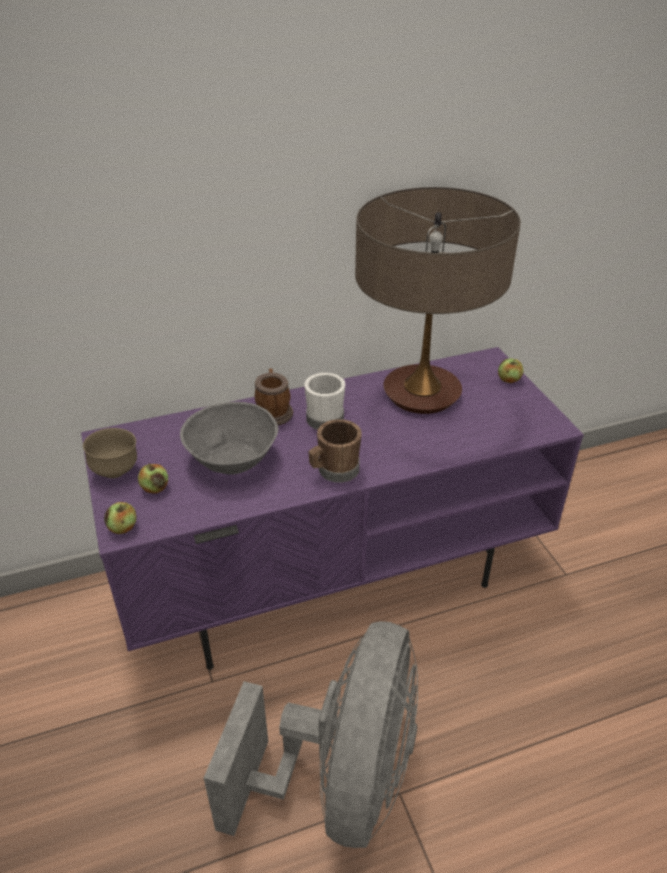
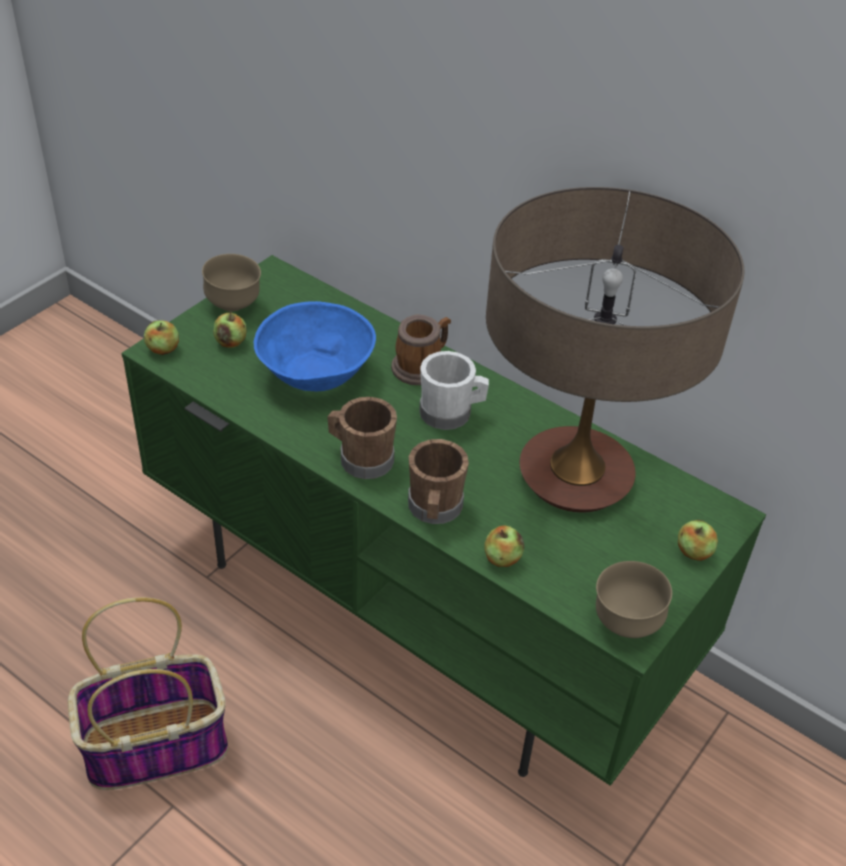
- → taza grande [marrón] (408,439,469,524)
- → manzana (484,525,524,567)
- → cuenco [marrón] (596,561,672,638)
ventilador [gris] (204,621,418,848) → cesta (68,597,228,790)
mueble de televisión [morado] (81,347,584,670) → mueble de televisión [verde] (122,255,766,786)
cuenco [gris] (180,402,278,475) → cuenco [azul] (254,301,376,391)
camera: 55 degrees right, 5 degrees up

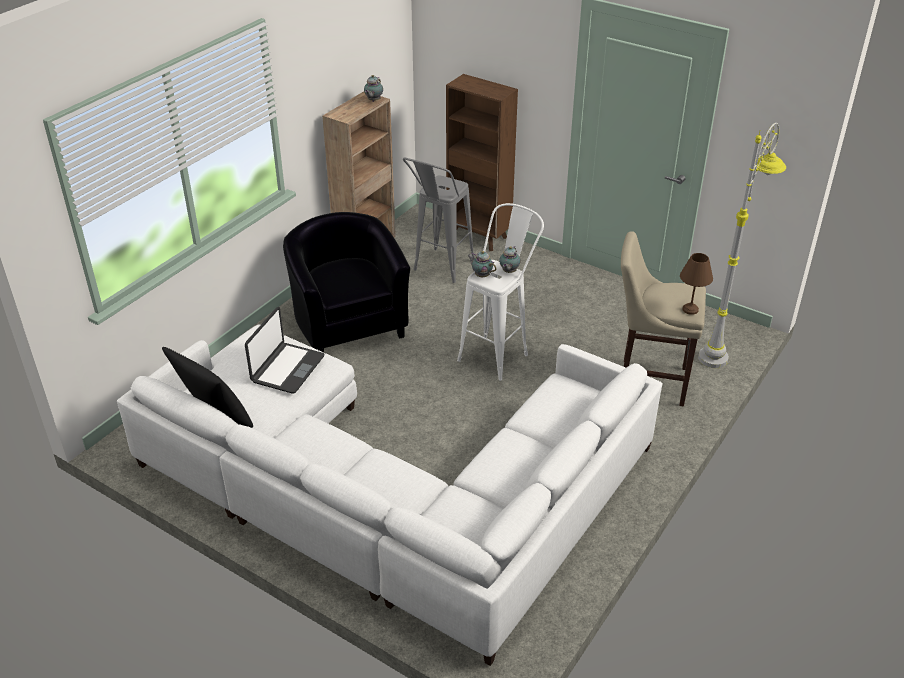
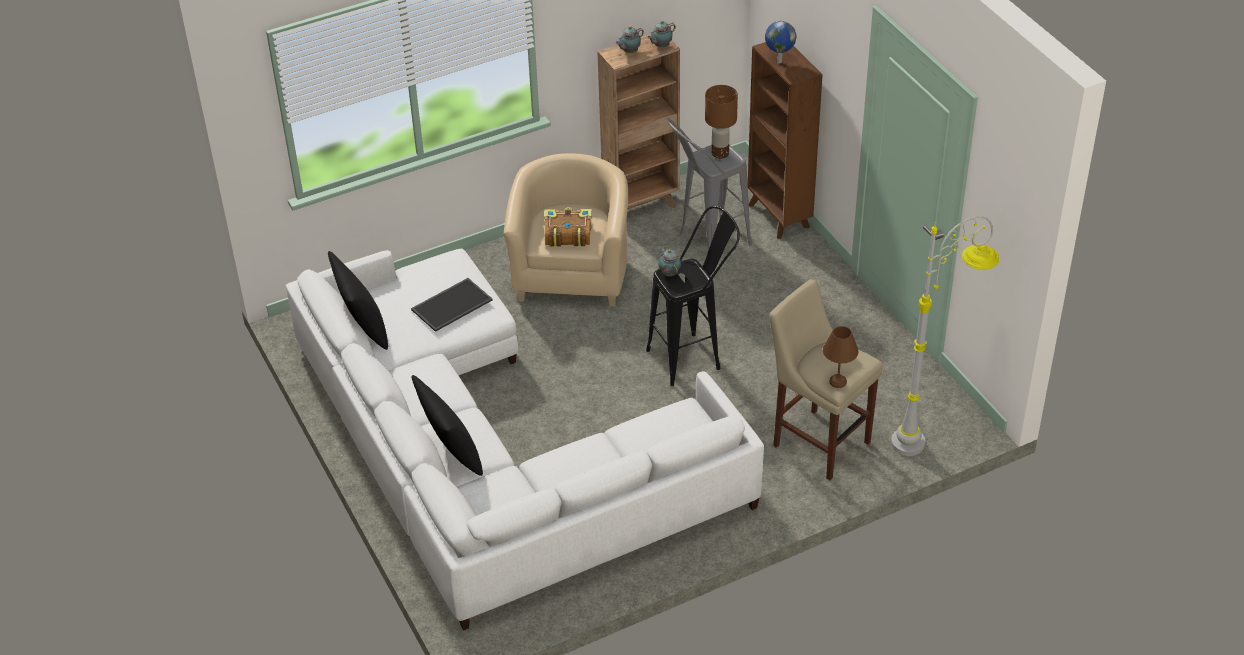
- → cojín [negro] (412,375,483,476)
- → libro (544,207,592,247)
- → lámpara de mesa [marrón] (705,85,738,159)
- → globo terráqueo (765,21,796,63)
tetera (499,246,521,273) → tetera (616,26,644,53), relocated
portátil (245,307,324,394) → bandeja (411,278,493,332)
sillón [negro] (283,212,410,352) → sillón [beis] (504,153,628,307)
taburete [blanco] (457,203,544,381) → taburete [negro] (646,206,740,386)
camera: 30 degrees right, 5 degrees up

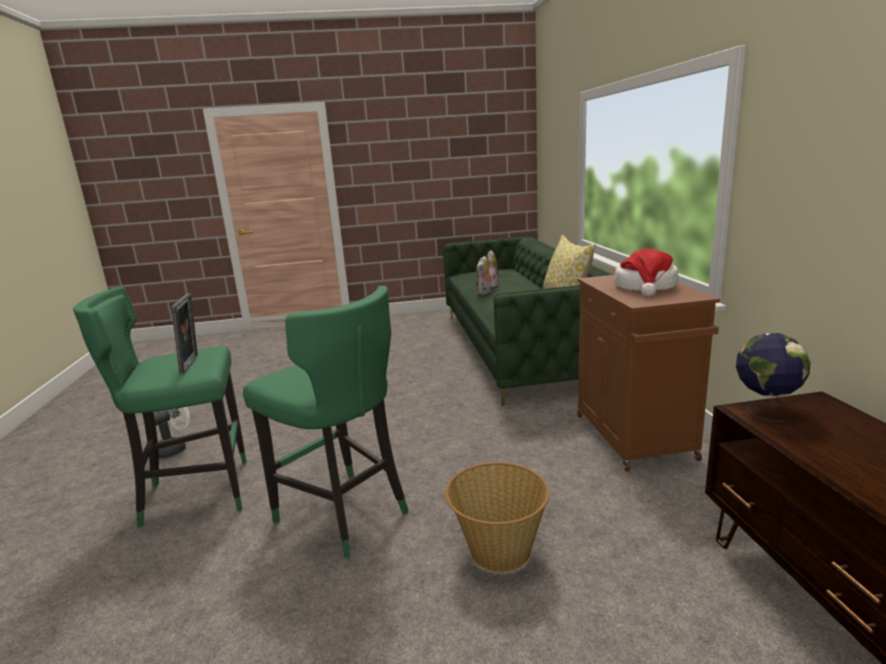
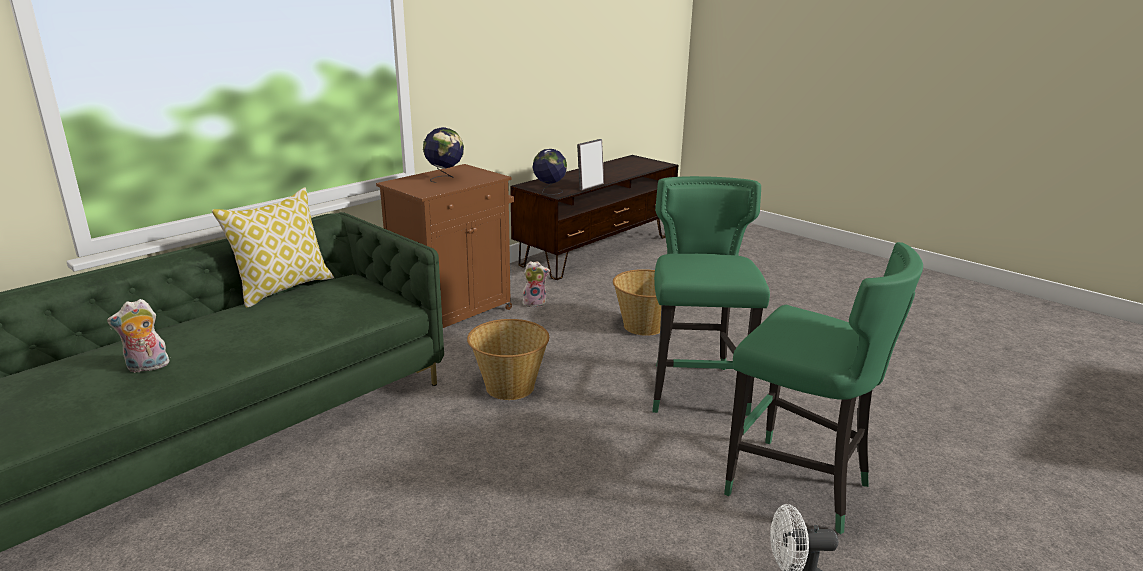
- → cesta (467,319,549,400)
portarretratos (171,294,198,374) → portarretratos (577,139,604,190), relocated
peluche (476,256,492,295) → peluche (523,261,550,308), relocated
sombrero (614,249,679,297) → globo terráqueo (423,127,464,183)
camera: 130 degrees left, 5 degrees up

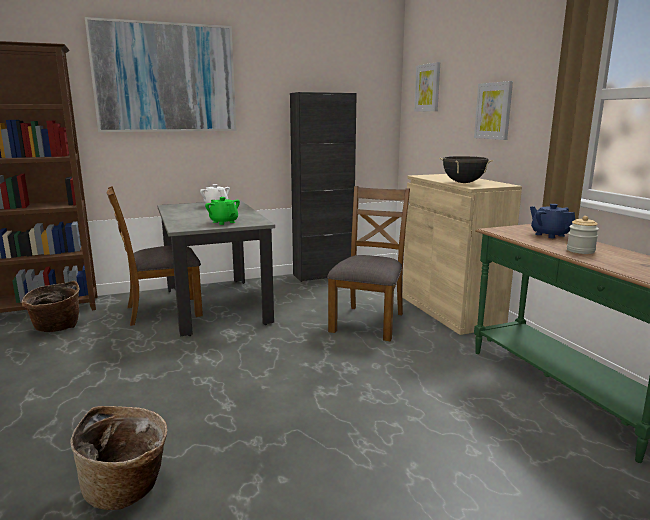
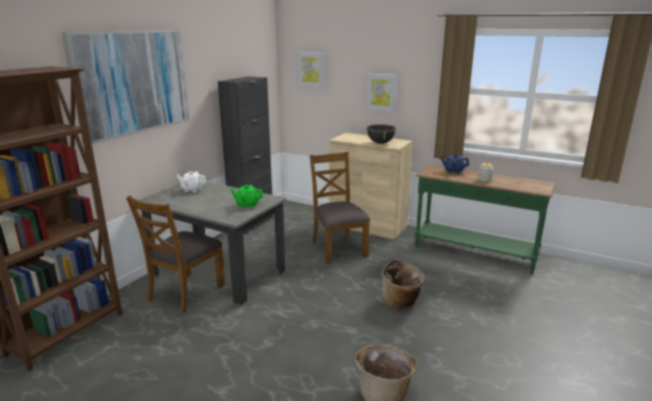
cesta (21,281,79,332) → cesta (382,259,425,308), relocated
camera: 40 degrees left, 5 degrees up

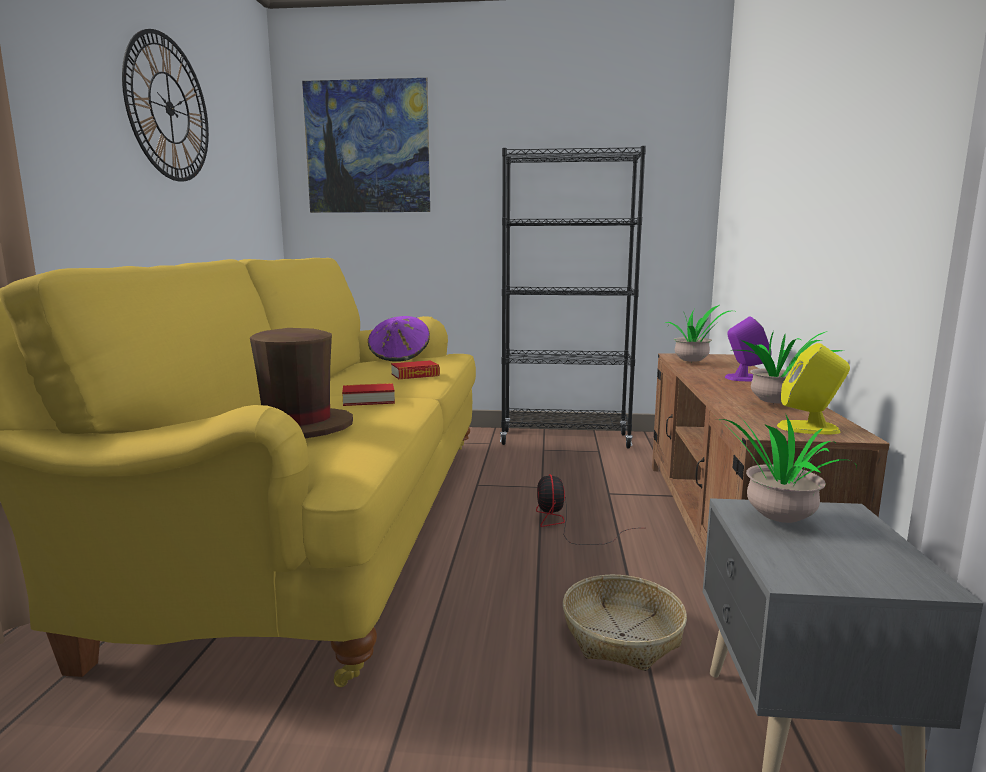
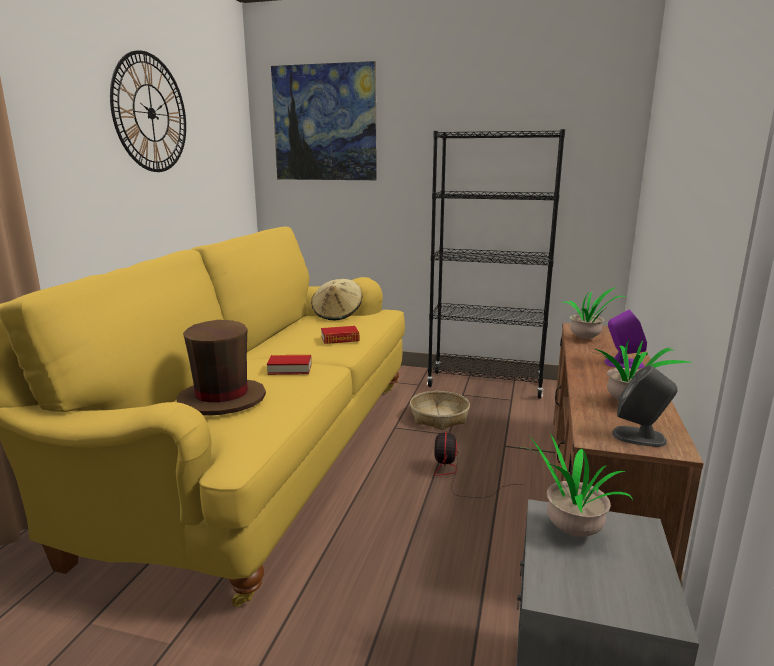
cesta (563,575,687,671) → cesta (410,391,470,430), relocated
sombrero [morado] (368,316,430,362) → sombrero [beis] (311,279,362,320)
altavoz [amarillo] (777,343,850,434) → altavoz [gris] (612,365,678,447)
camera: 10 degrees right, 5 degrees up

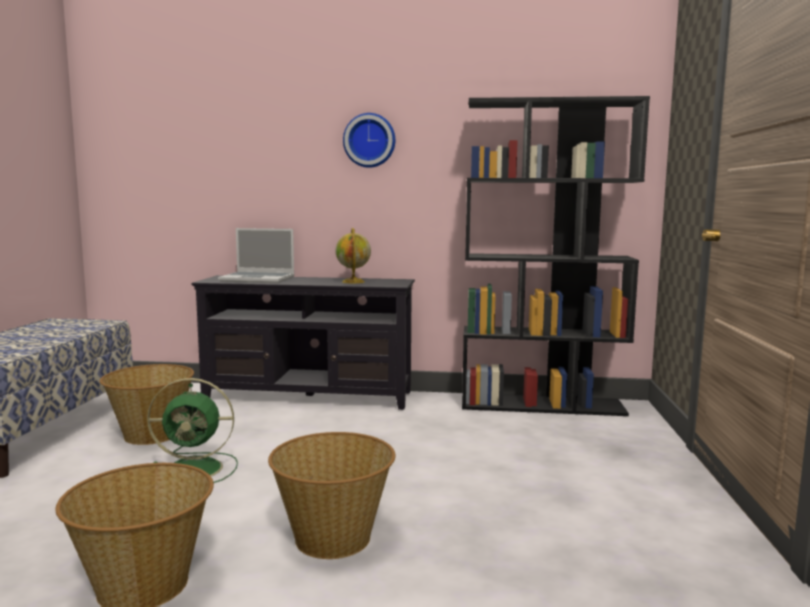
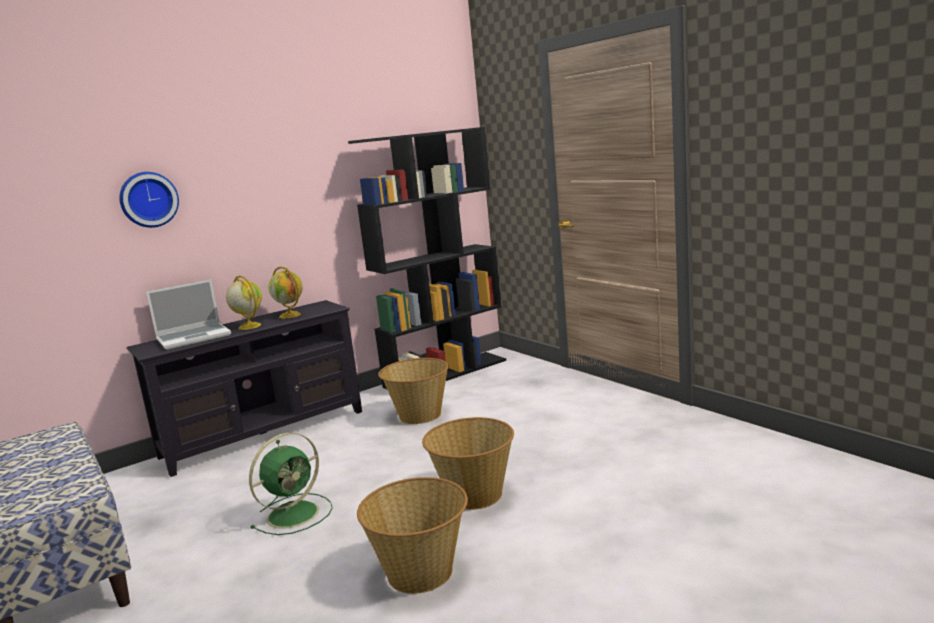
- → globo terráqueo (226,275,262,330)
cesta (100,364,194,445) → cesta (378,358,449,424), relocated
reloj de pared (343,113,395,168) → reloj de pared (119,172,179,228), relocated
camera: 40 degrees left, 5 degrees up

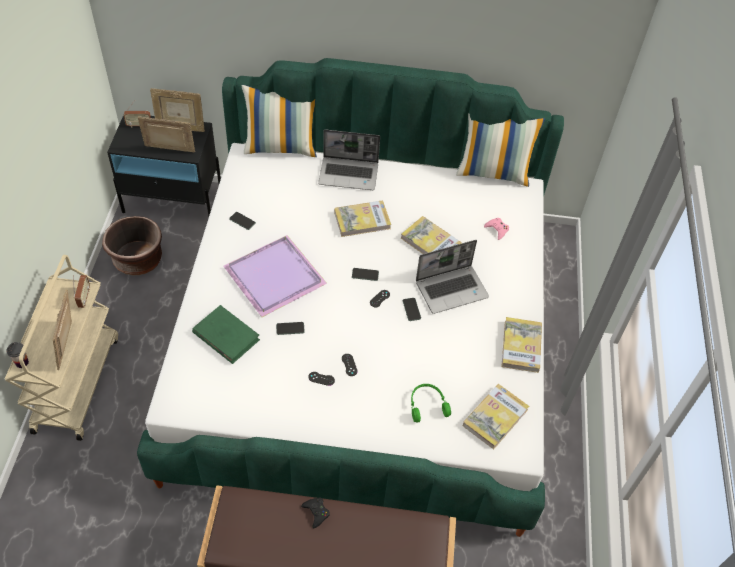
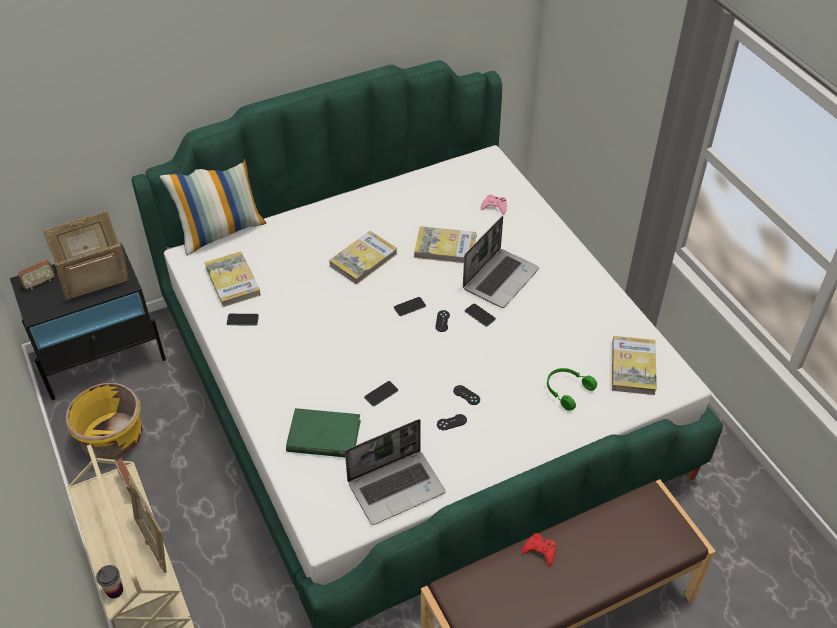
bandeja [morado] (223,235,327,317) → -
cojín (456,114,545,187) → -
portátil (318,129,380,190) → portátil (345,419,446,525), relocated
libro (501,317,542,373) → libro (204,251,261,307), relocated
maceta [marrón] (102,216,162,275) → maceta [amarillo] (65,382,143,459)
mando de consola [negro] (301,497,330,529) → mando de consola [rojo] (521,533,556,566)
camera: 30 degrees left, 5 degrees down

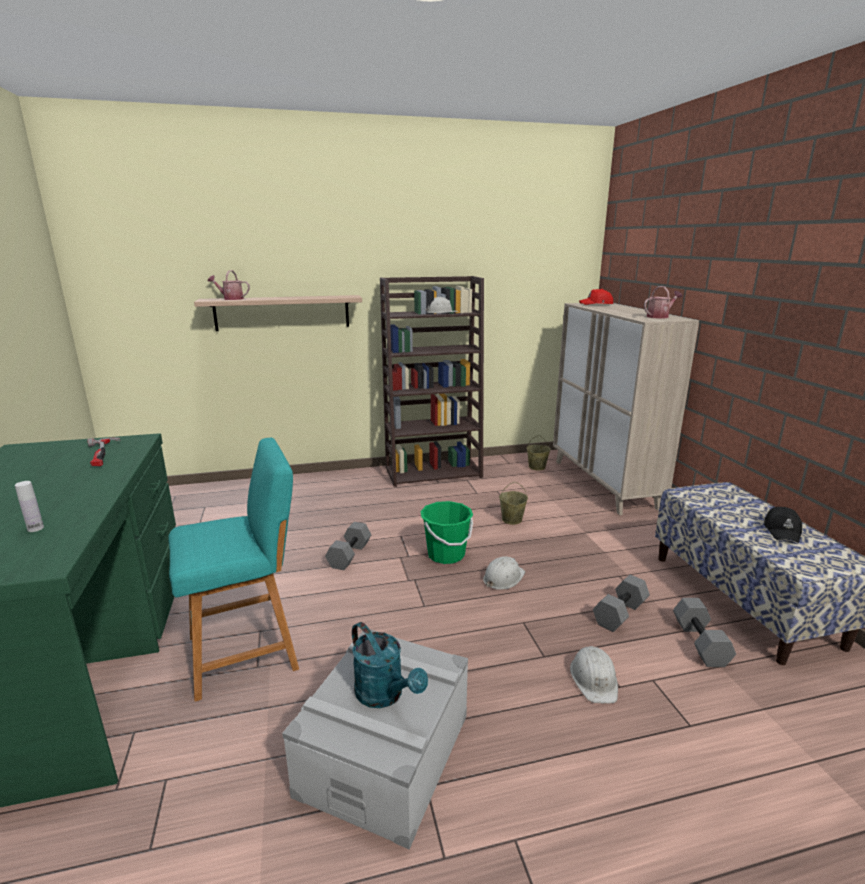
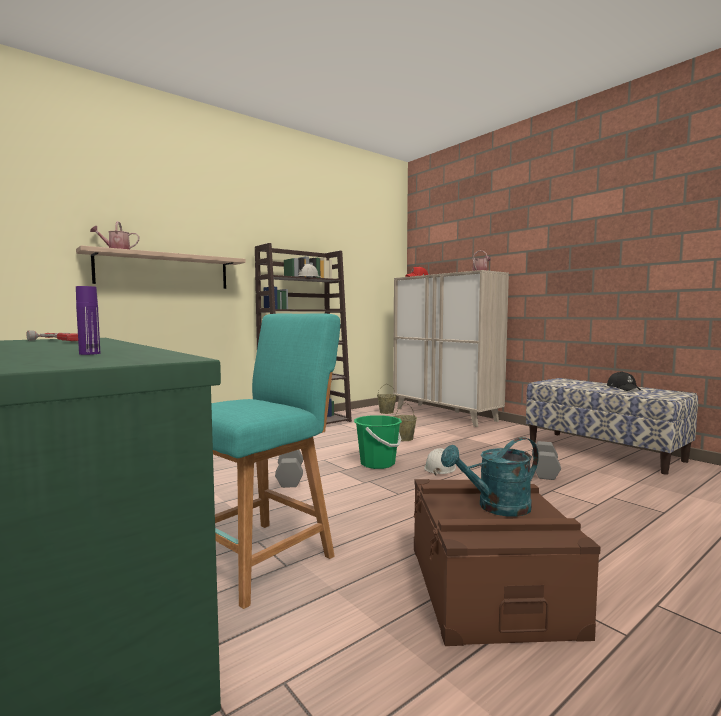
casco [blanco] (570,646,618,703) → -
mancuerna [gris] (673,598,736,667) → -
botella [blanco] (15,481,44,532) → botella [morado] (76,286,100,355)
caja de almacenaje [gris] (282,629,468,850) → caja de almacenaje [marrón] (414,479,601,646)
regadera [turquesa] (352,622,428,708) → regadera [turquesa] (441,437,539,517), 135 degrees clockwise
camera: 25 degrees left, 15 degrees down

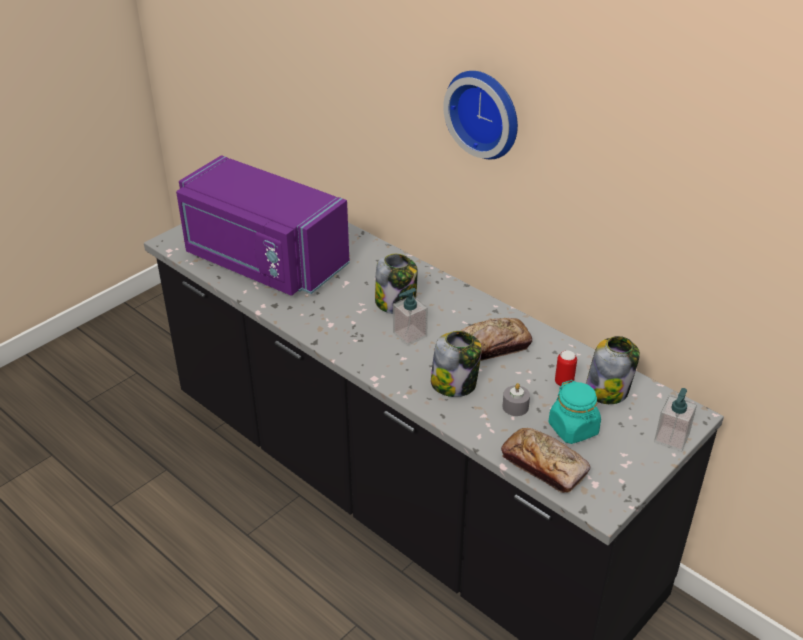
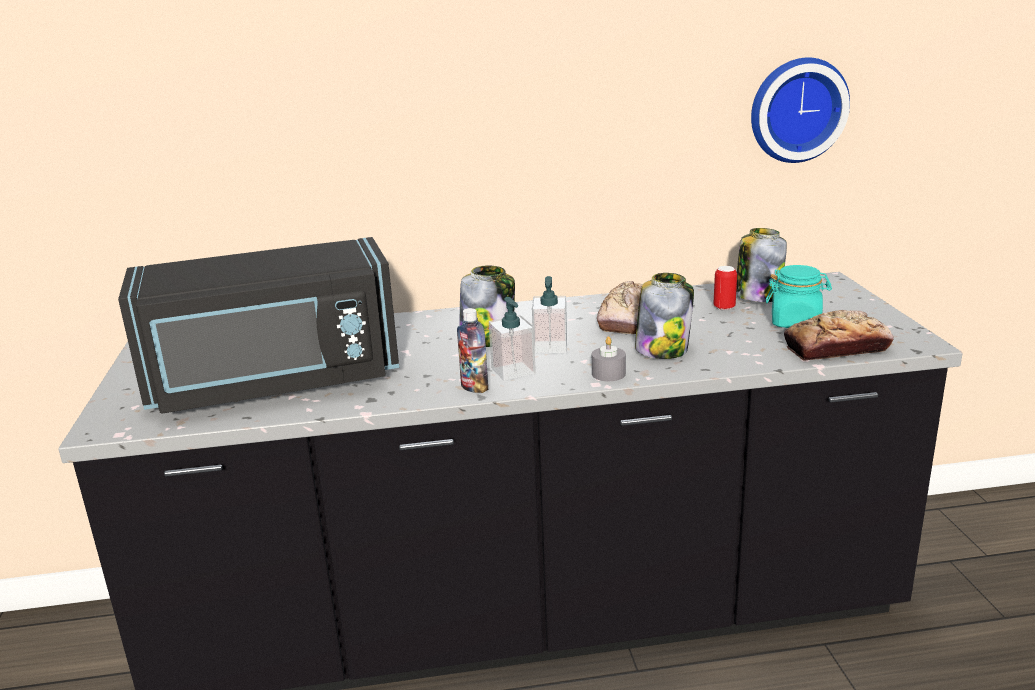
- → botella (457,308,488,393)
reloj de pared (443,71,518,159) → reloj de pared (751,57,850,163), relocated
vela [gris] (503,383,530,416) → vela [gris] (592,336,626,381), relocated
dispensador de jabón (654,388,697,452) → dispensador de jabón (489,297,536,381), relocated
microondas [morado] (176,155,350,296) → microondas [negro] (118,237,399,413)
camera: 50 degrees left, 15 degrees down

